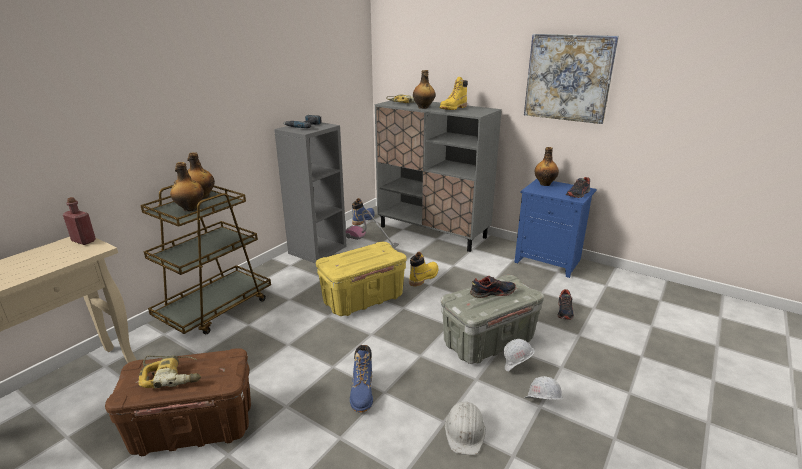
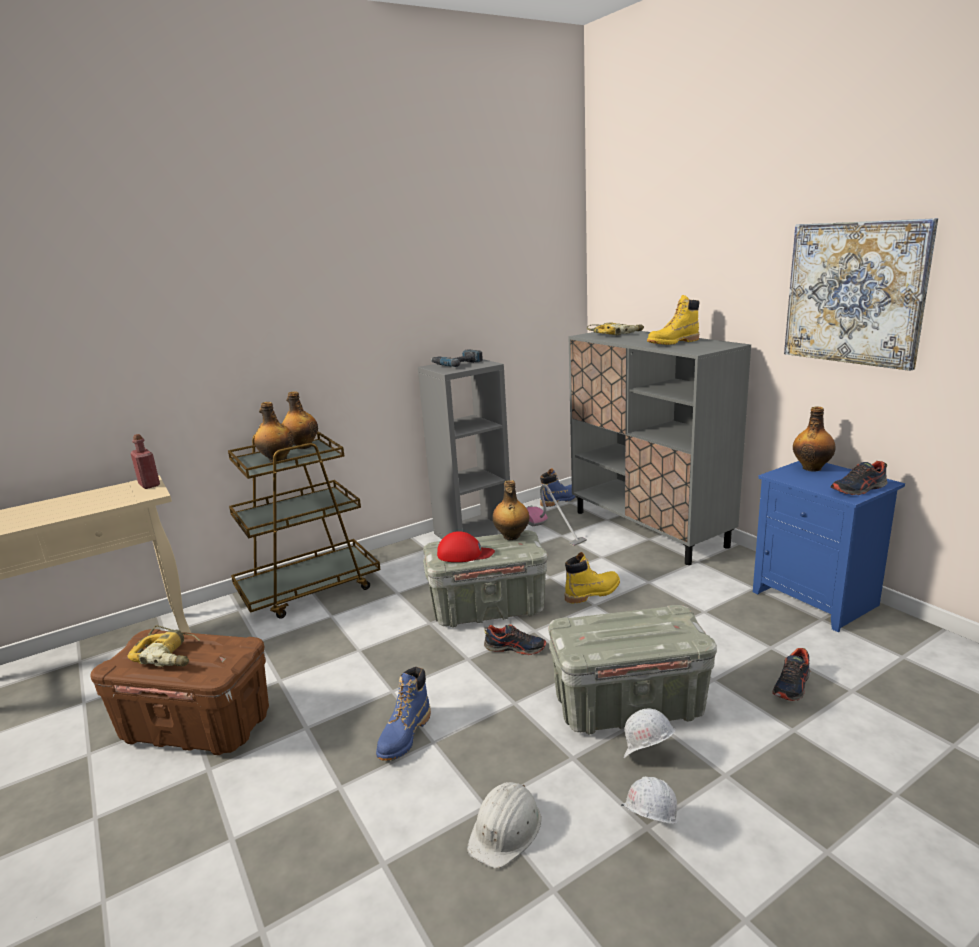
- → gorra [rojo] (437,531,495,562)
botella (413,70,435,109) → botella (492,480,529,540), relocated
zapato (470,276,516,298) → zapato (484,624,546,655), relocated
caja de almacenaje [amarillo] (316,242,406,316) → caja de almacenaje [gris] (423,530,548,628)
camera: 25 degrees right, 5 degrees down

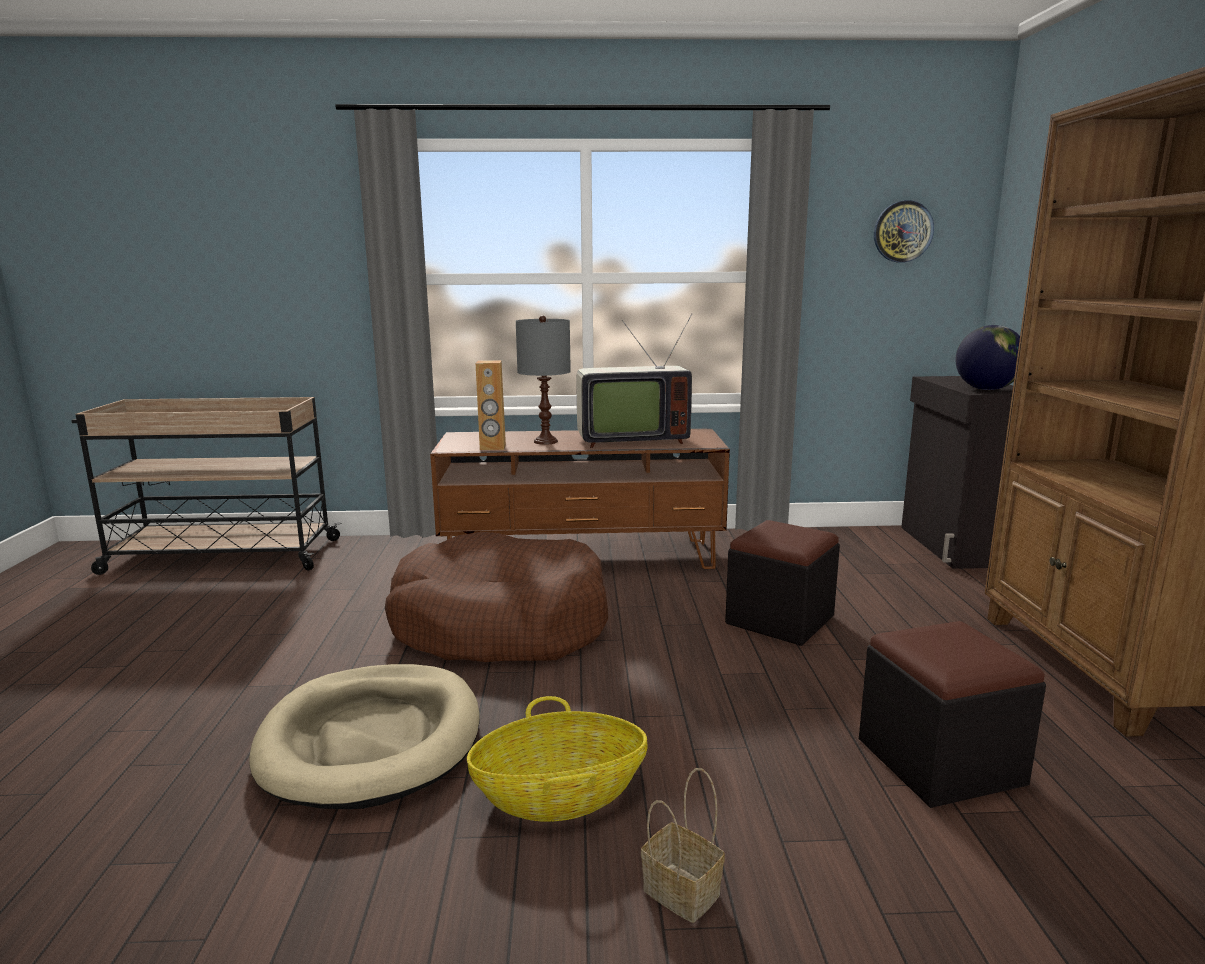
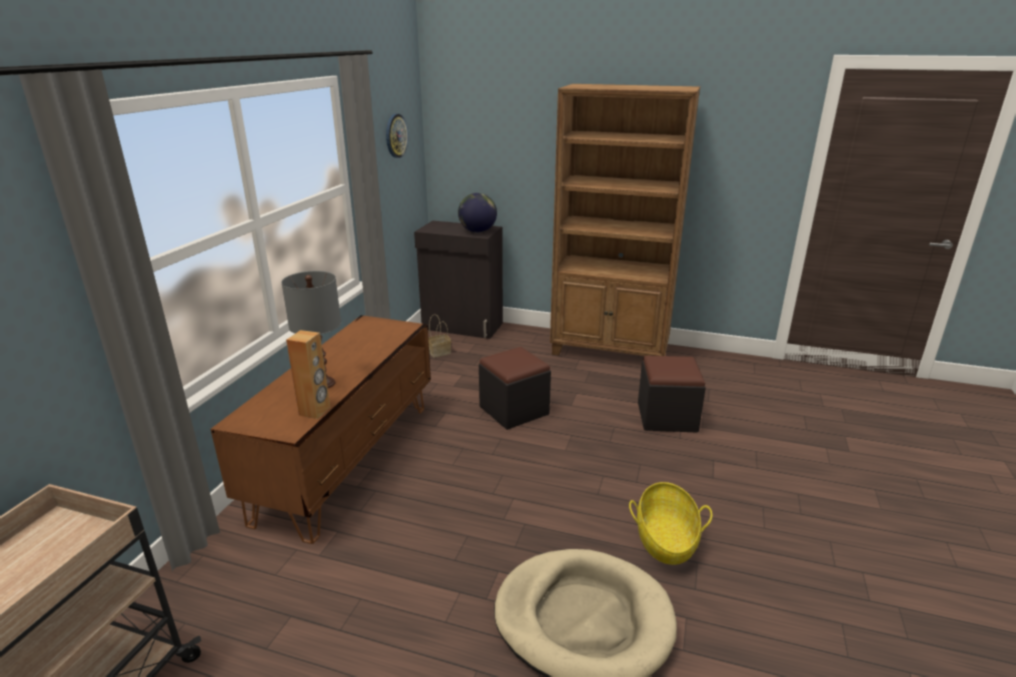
cama para perro [marrón] (385,532,608,662) → -
televisor (576,314,692,448) → -
cesta (641,768,725,923) → cesta (428,314,451,358), relocated
camera: 70 degrees left, 10 degrees up

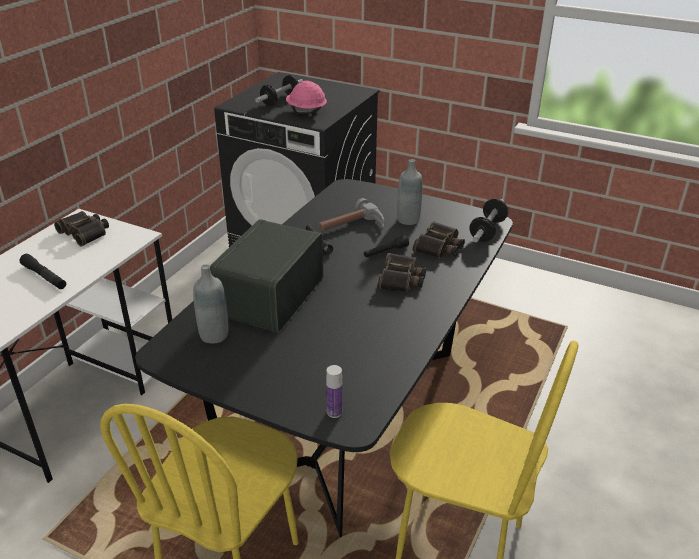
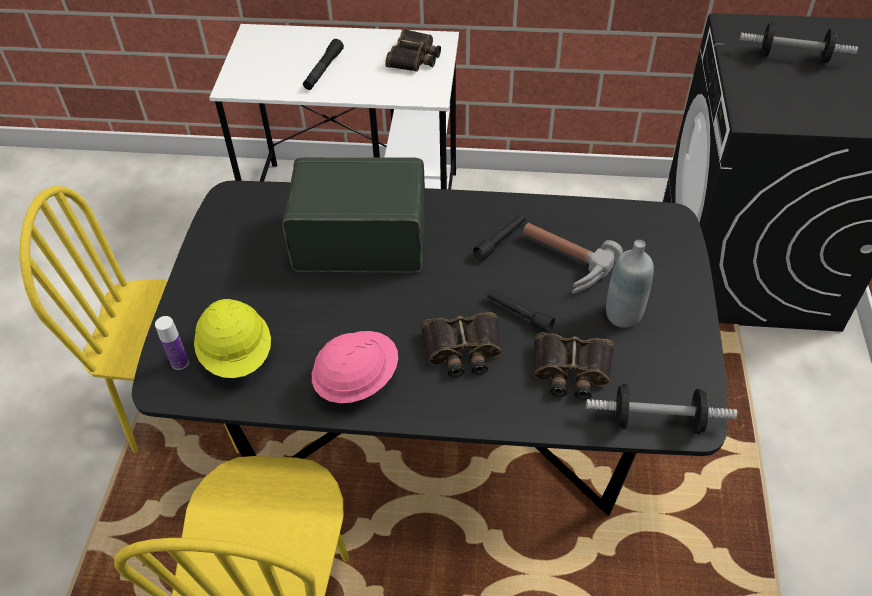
botella [gris] (193,265,228,344) → -
- → casco [amarillo] (194,299,271,378)
casco [rosa] (286,81,327,114) → casco [rosa] (312,331,398,403), relocated
camera: 70 degrees right, 15 degrees up

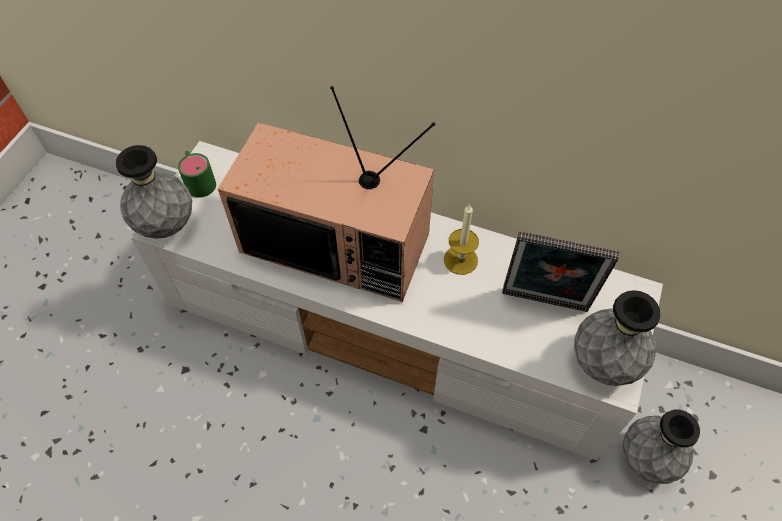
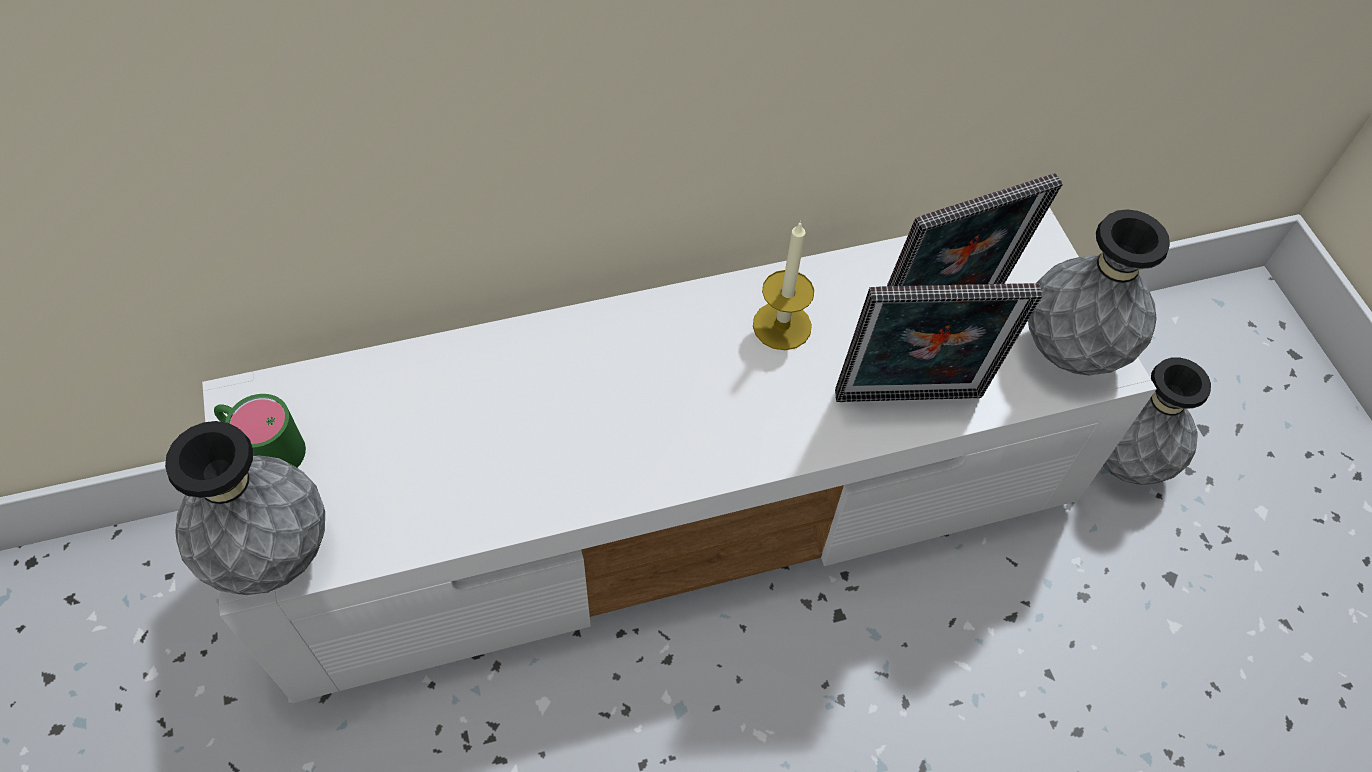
televisor (218,86,435,302) → -
- → portarretratos (835,283,1042,402)
camera: 40 degrees left, 0 degrees up

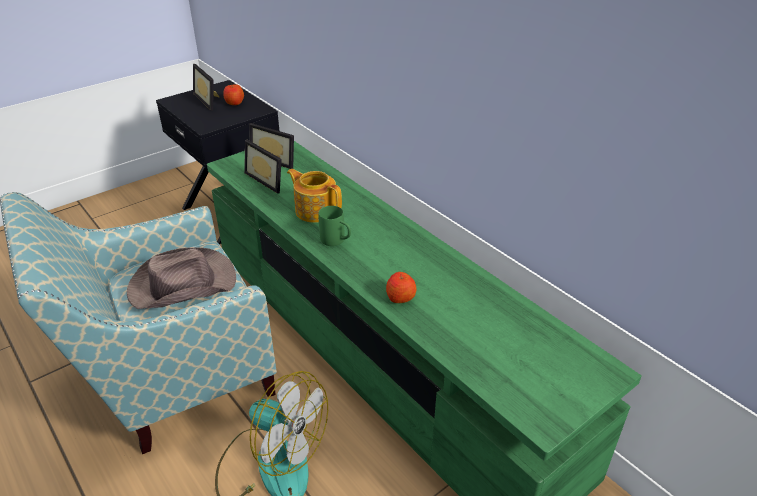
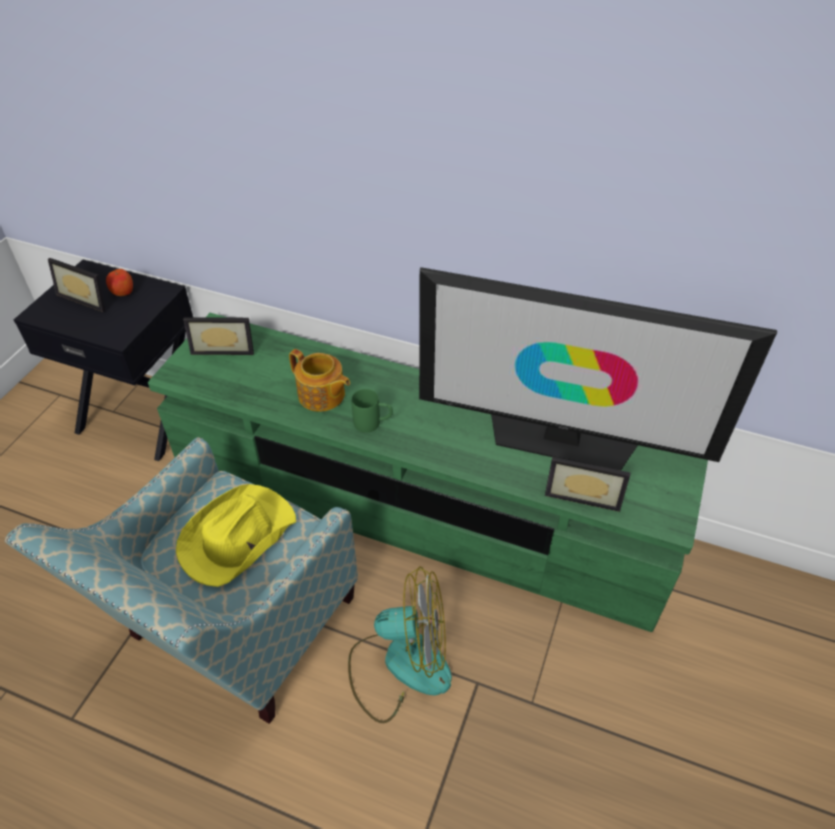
manzana (386,272,416,303) → -
- → televisor (419,267,777,471)
portarretratos (244,140,282,194) → portarretratos (545,457,631,512), relocated
sombrero [marrón] (127,247,236,309) → sombrero [amarillo] (176,484,296,587)
tetera (287,169,342,223) → tetera (289,349,350,412), 150 degrees counterclockwise
camera: 30 degrees left, 10 degrees up

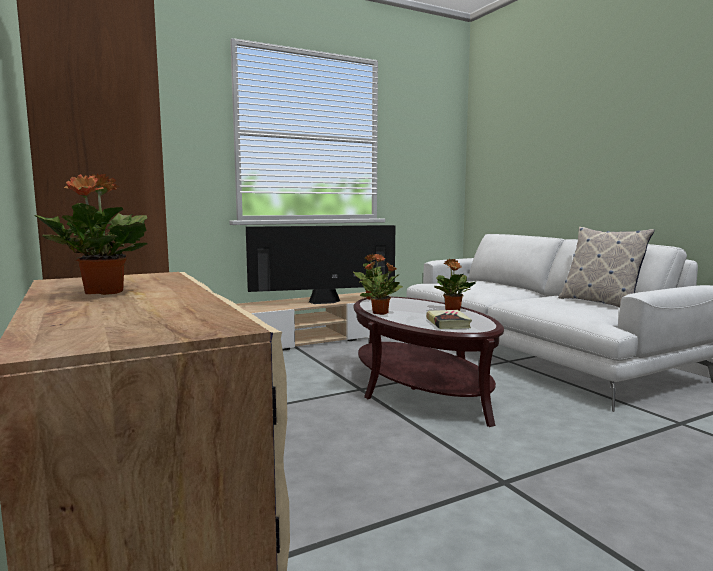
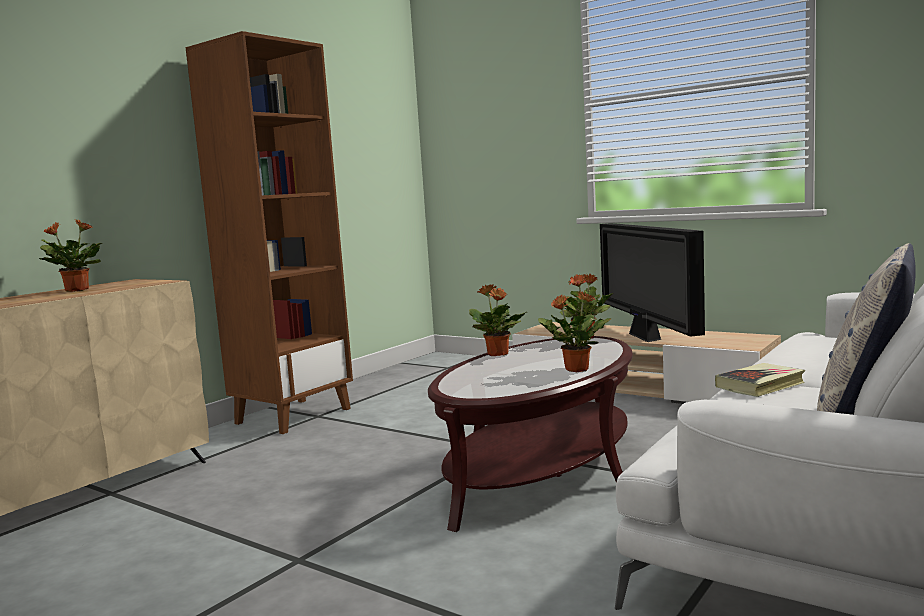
libro (426,310,472,329) → libro (715,363,805,397), relocated
televisor (246,225,395,304) → televisor (600,223,705,342), 150 degrees counterclockwise
camera: 65 degrees right, 0 degrees up

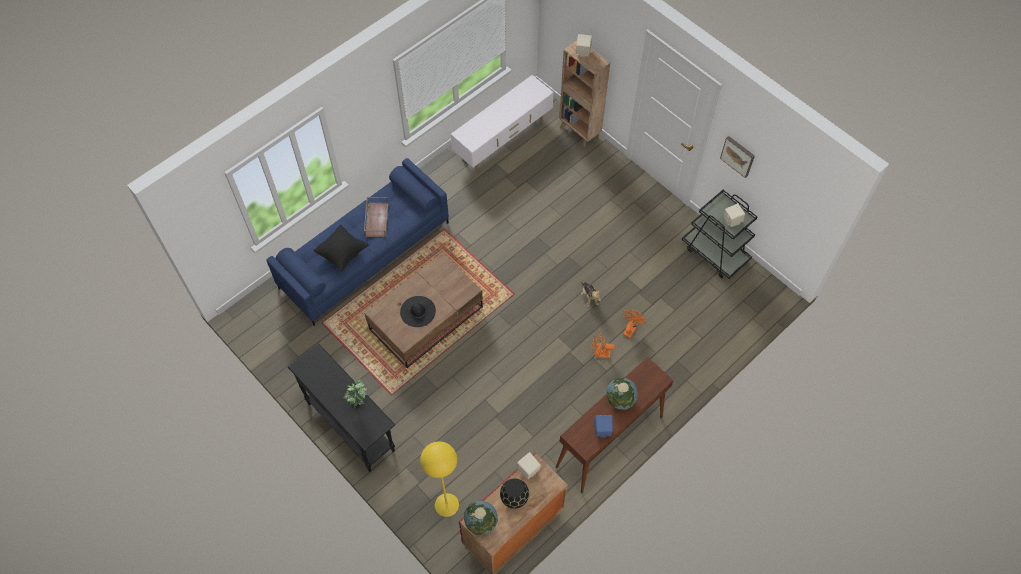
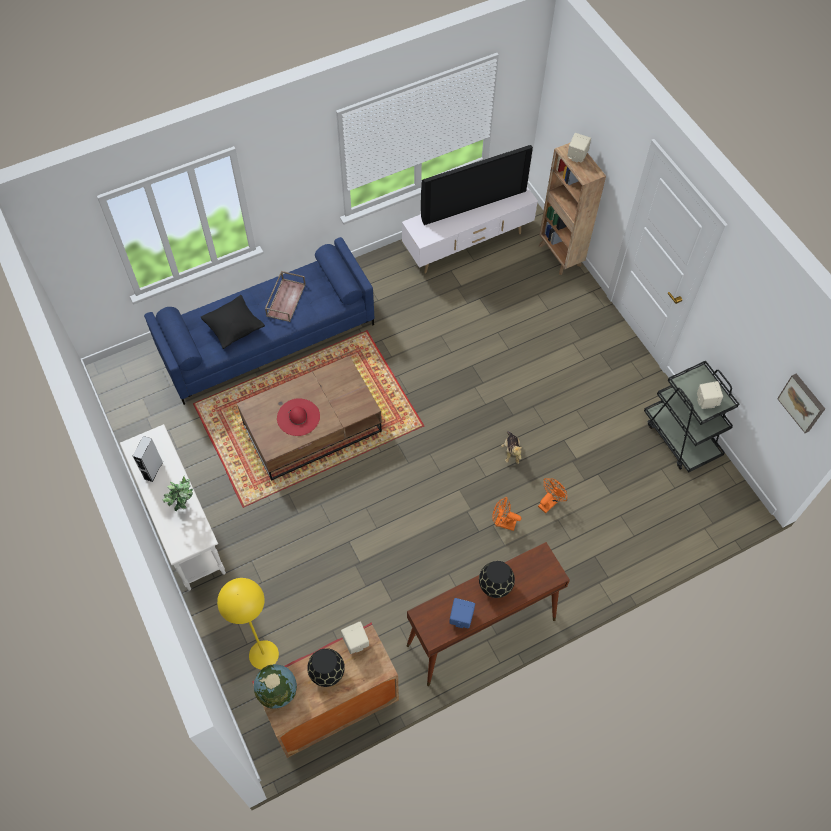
- → altavoz [gris] (133,436,163,482)
- → televisor (421,145,533,225)
cuadro (720,136,755,178) → cuadro (777,374,825,433), relocated
globo terráqueo (606,377,638,410) → florero [negro] (479,561,515,598)
mesa consola [negro] (288,343,395,472) → mesa consola [blanco] (120,424,226,591)
sombrero [negro] (400,296,436,327) → sombrero [rojo] (277,398,320,436)
camera: 15 degrees right, 0 degrees up

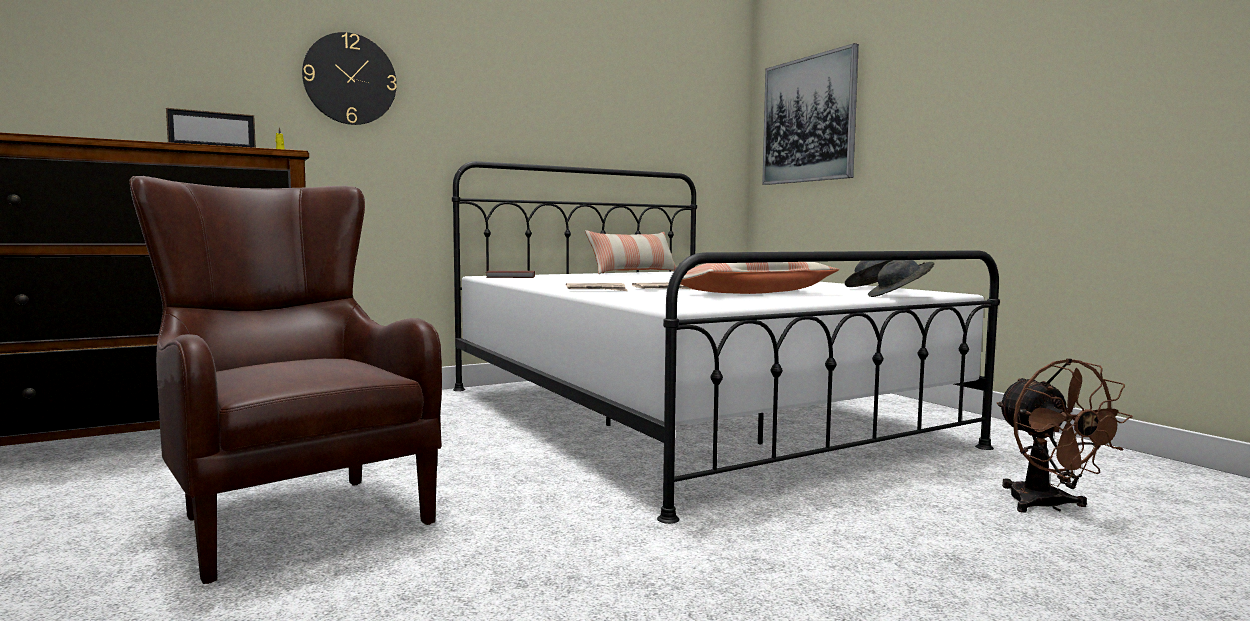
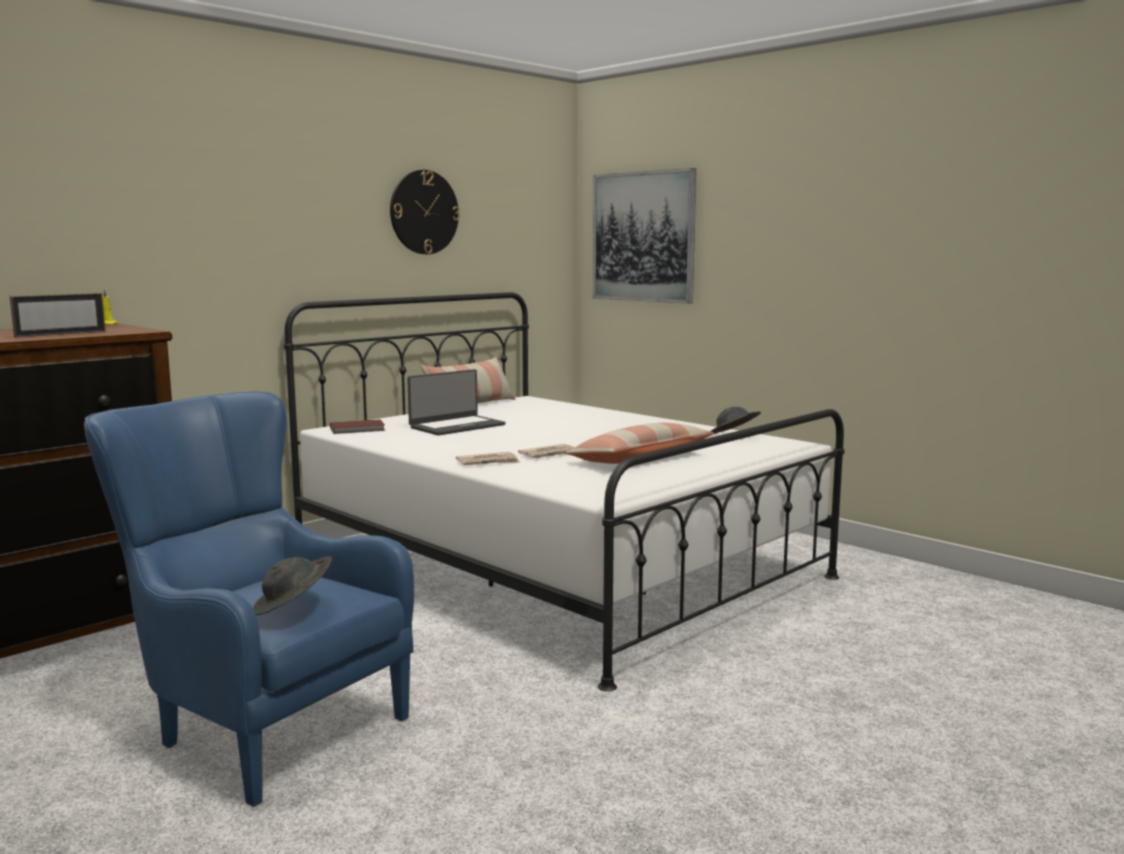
ventilador [marrón] (996,358,1133,513) → -
- → portátil (407,369,506,436)
reloj de pared (302,32,397,125) → reloj de pared (390,170,460,254), relocated
sombrero [gris] (868,260,934,297) → sombrero [gris] (253,556,332,616), relocated
sillón [marrón] (129,176,442,584) → sillón [azul] (84,391,414,807)
camera: 15 degrees left, 5 degrees up

